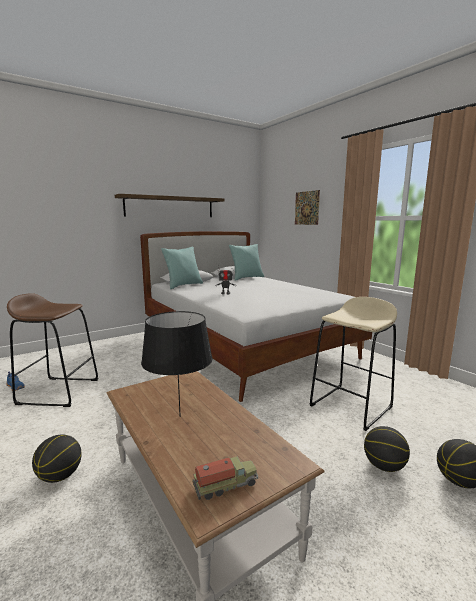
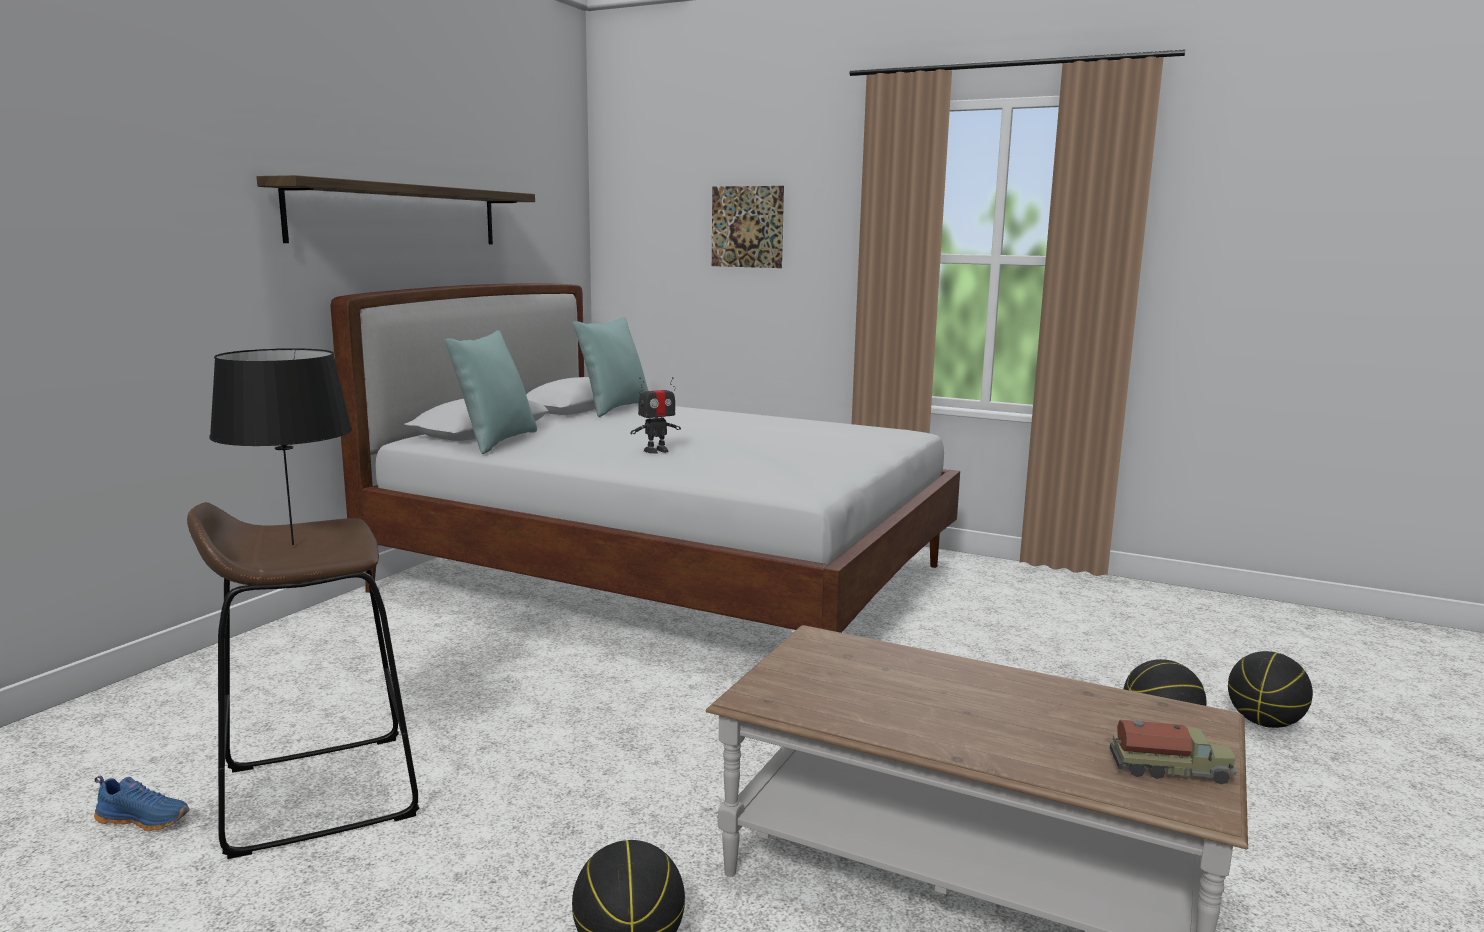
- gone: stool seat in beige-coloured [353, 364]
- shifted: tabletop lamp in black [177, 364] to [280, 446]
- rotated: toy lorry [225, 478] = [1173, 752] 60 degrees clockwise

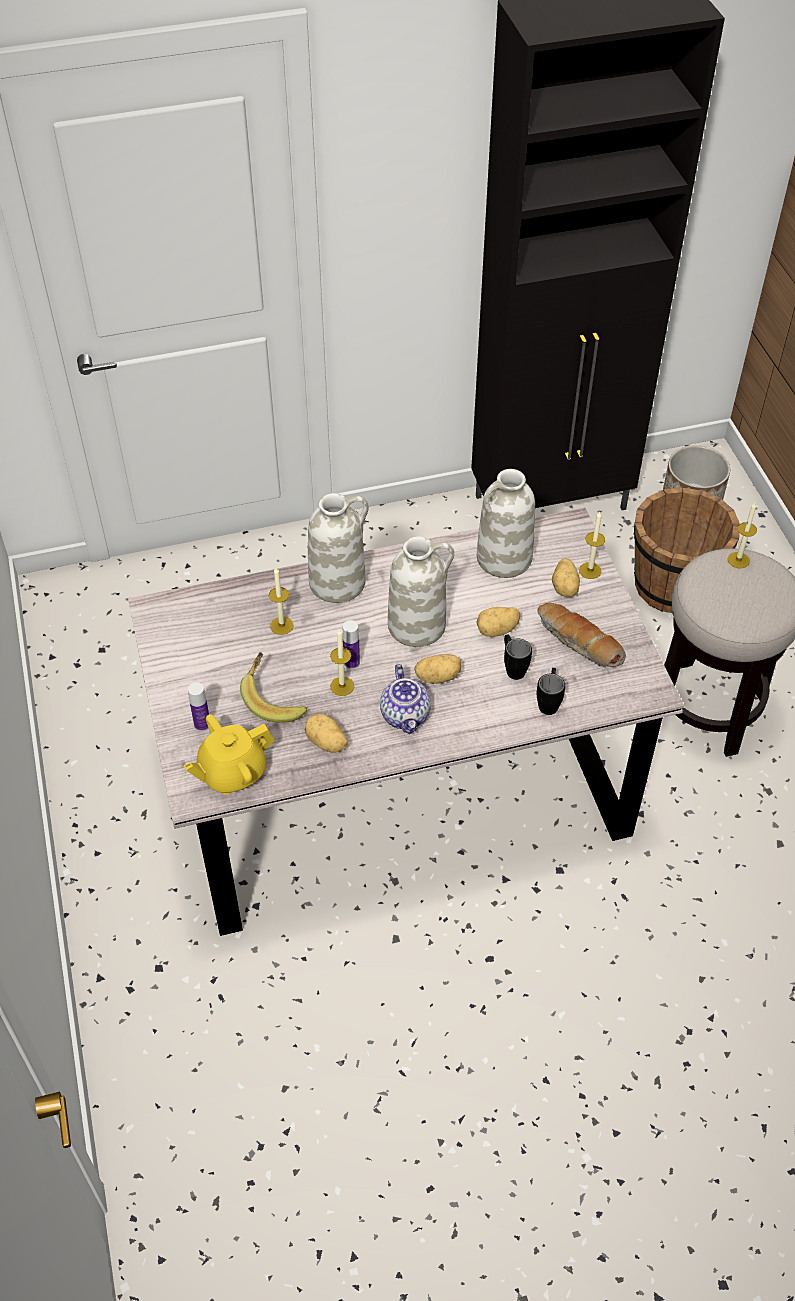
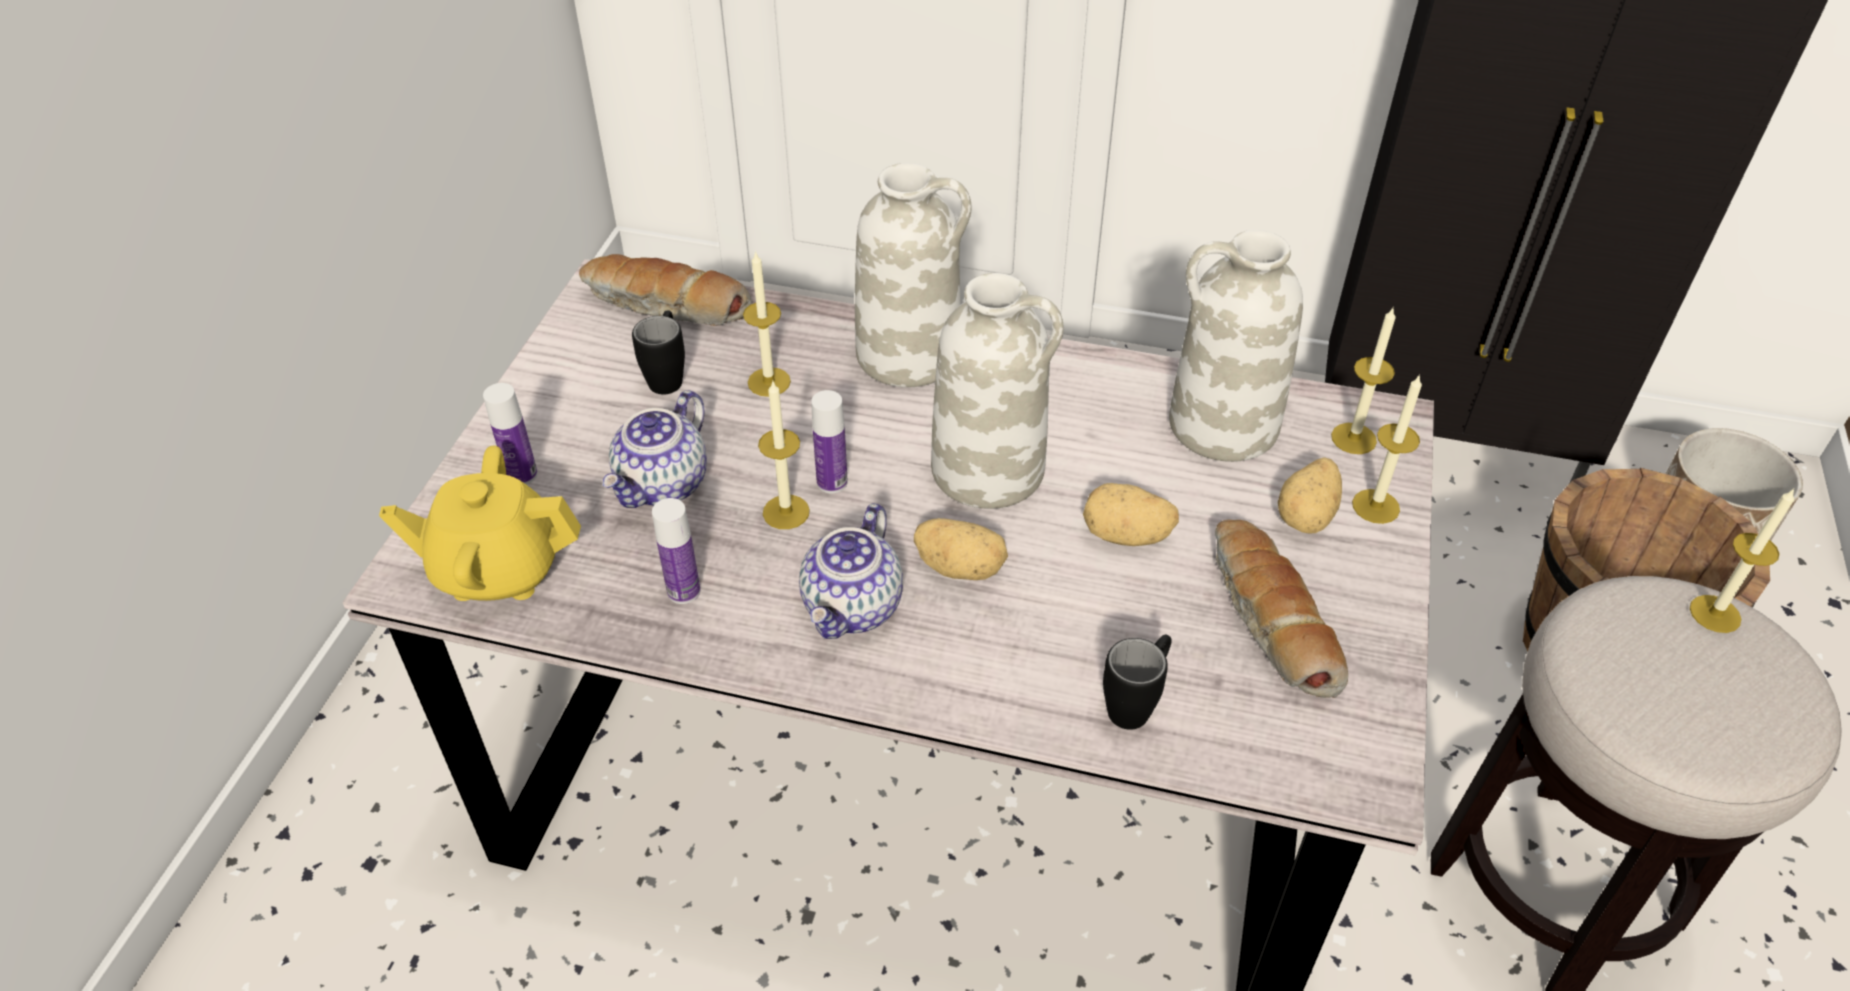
- new: baked bread [665, 290]
- new: candle [1363, 381]
- shifted: mug in black [518, 657] to [658, 352]
- swapped: whole banana [273, 687] to pot for tea [655, 449]
- swapped: potato [326, 733] to bottle [676, 551]

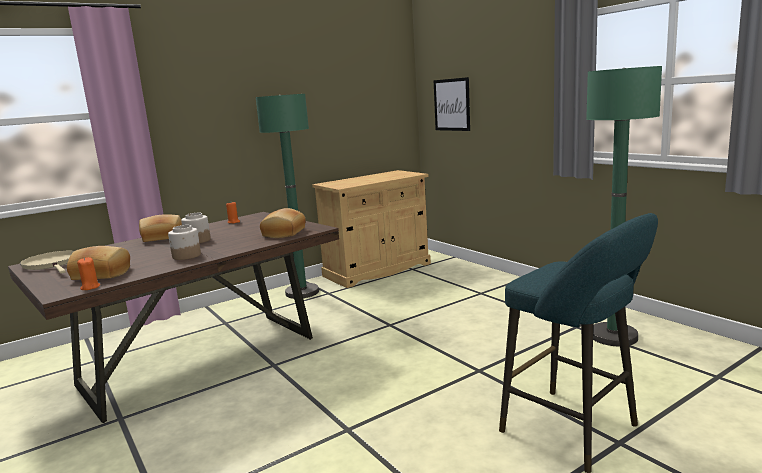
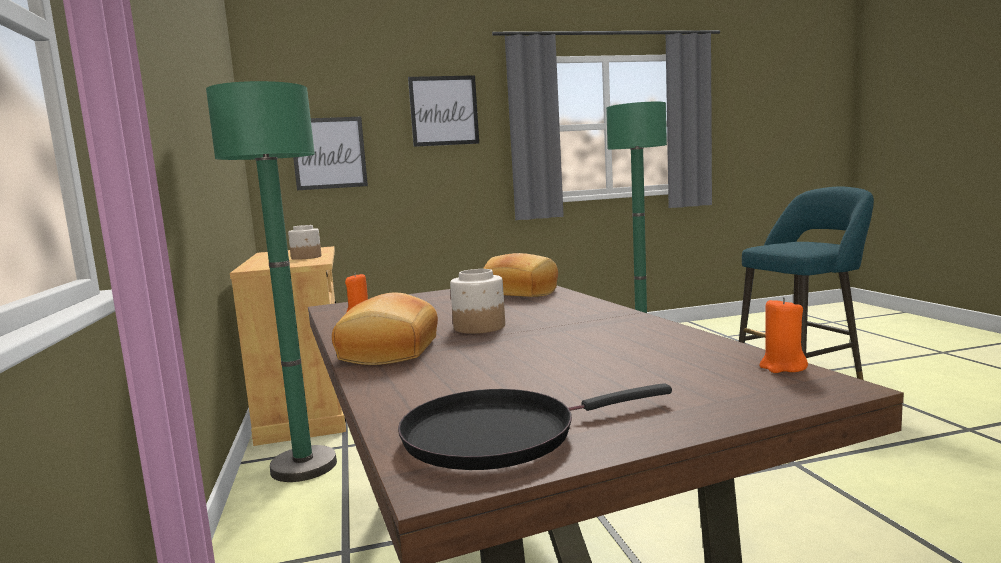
- gone: baked bread [98, 263]
- new: wall art [443, 111]
- shifted: jar [184, 242] to [304, 242]
- repainted: skillet in beige-coloured [47, 262] to skillet in black [535, 426]

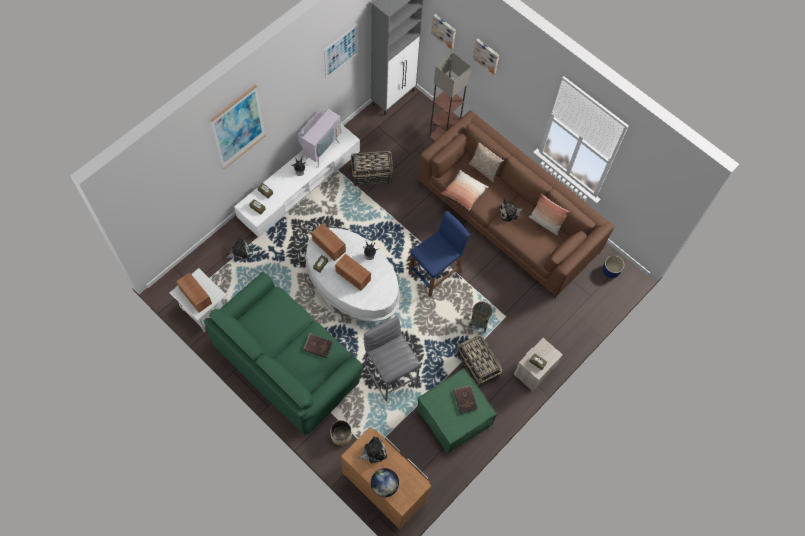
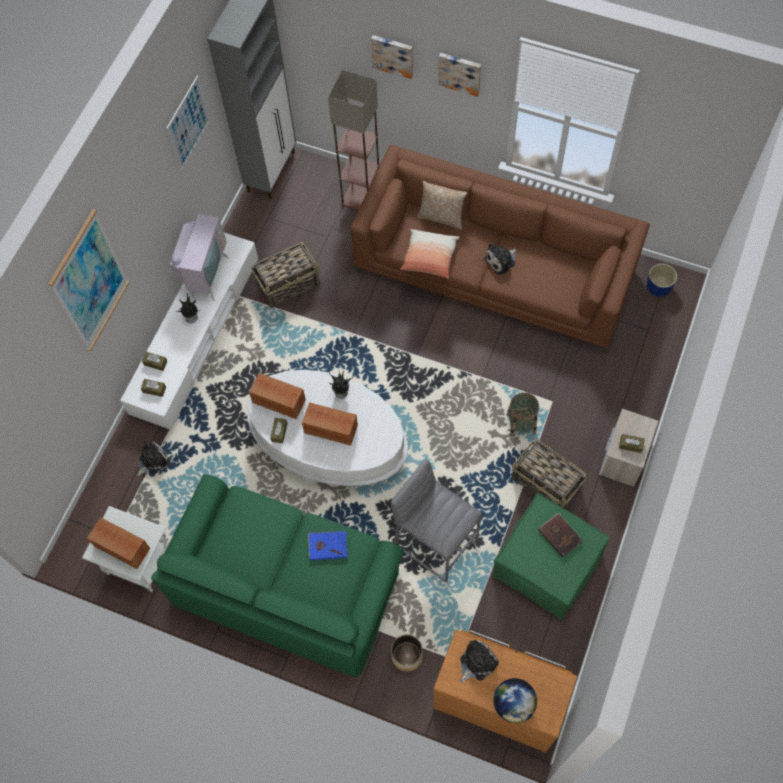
- gone: stool seat in bluish [439, 254]
- gone: cushion [549, 214]
- shifted: wall art [443, 31] to [459, 75]
- repainted: volume in brownish [319, 346] to volume in bluish [327, 545]

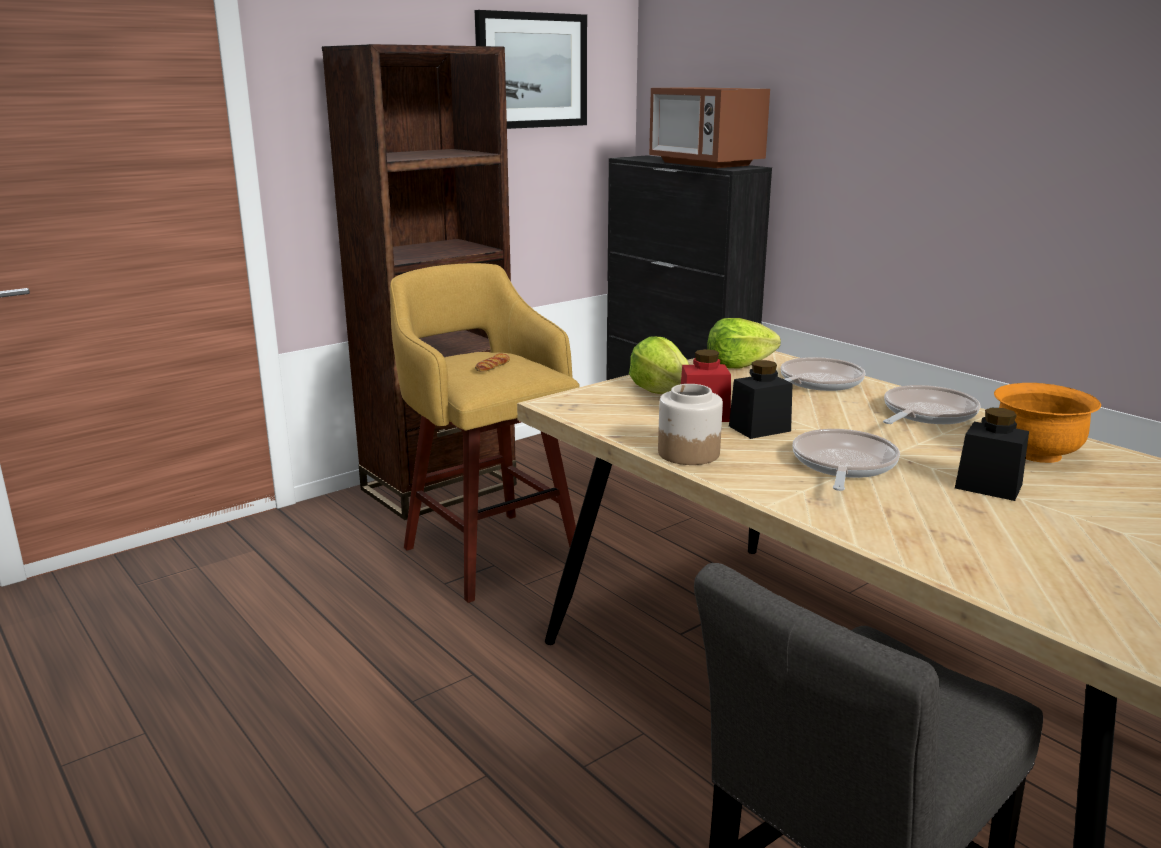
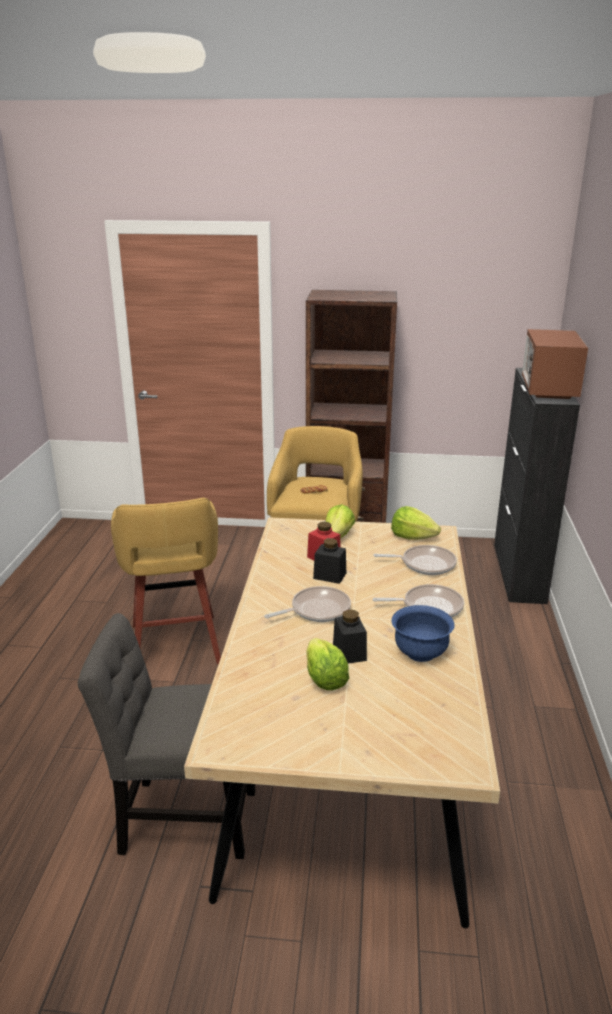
- gone: wall art [531, 69]
- gone: jar [690, 424]
- new: stool seat in yellow-coloured [166, 581]
- new: head of lettuce [327, 664]
- repainted: deep dish in orangey [1047, 423] to deep dish in bluish [423, 633]

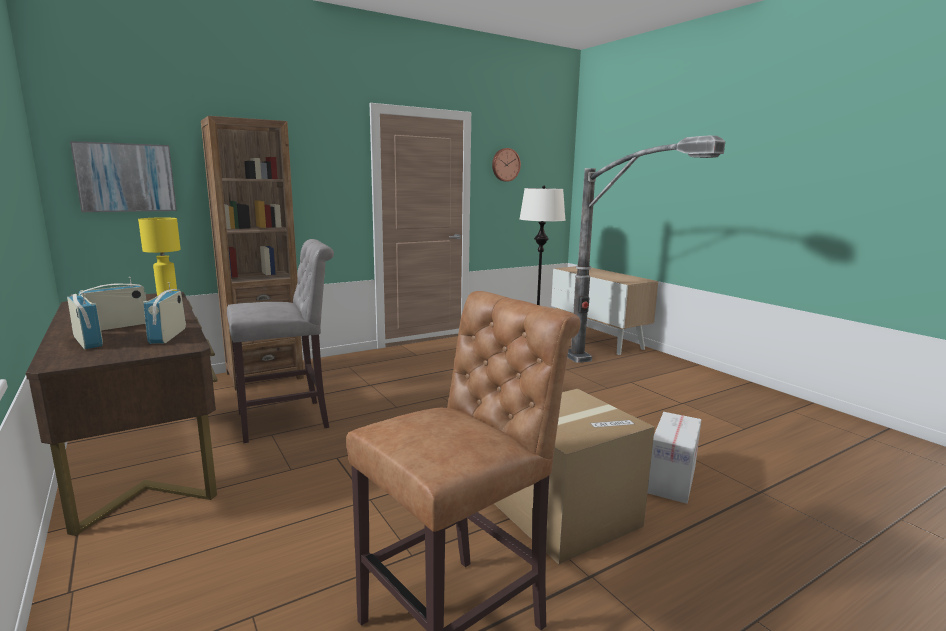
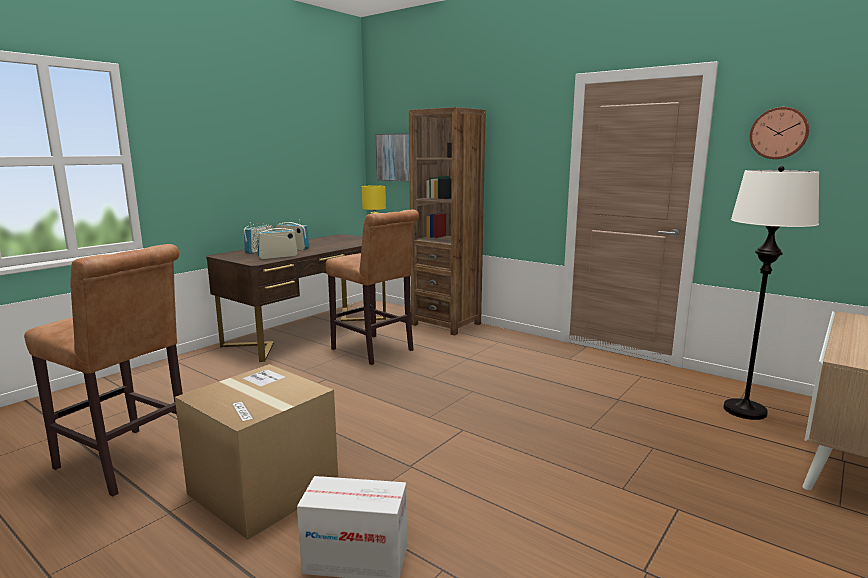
- gone: standard lamp [646, 249]
- repainted: stool seat in greyish [280, 341] to stool seat in brownish [372, 287]

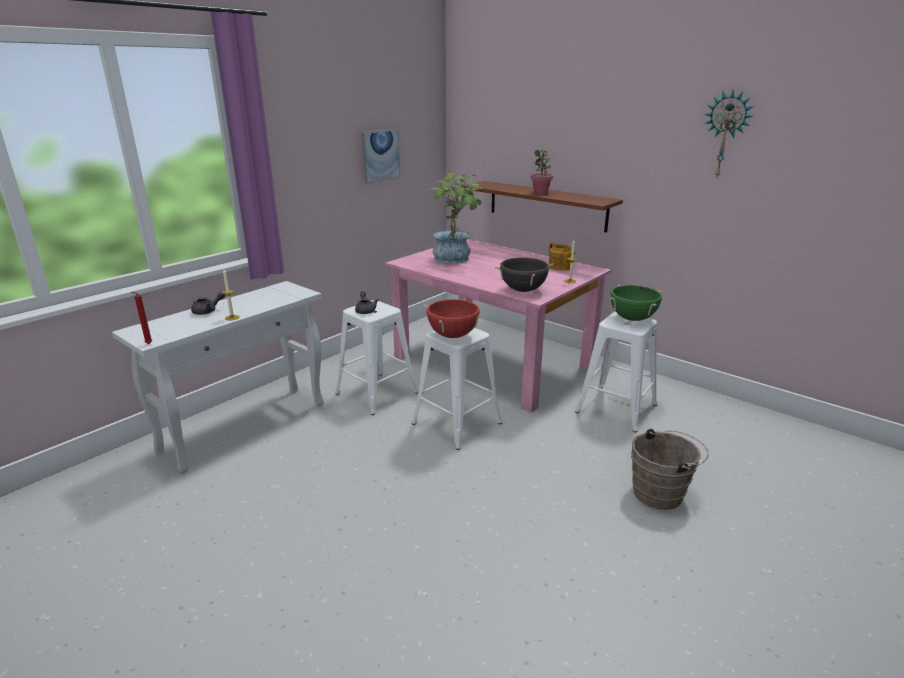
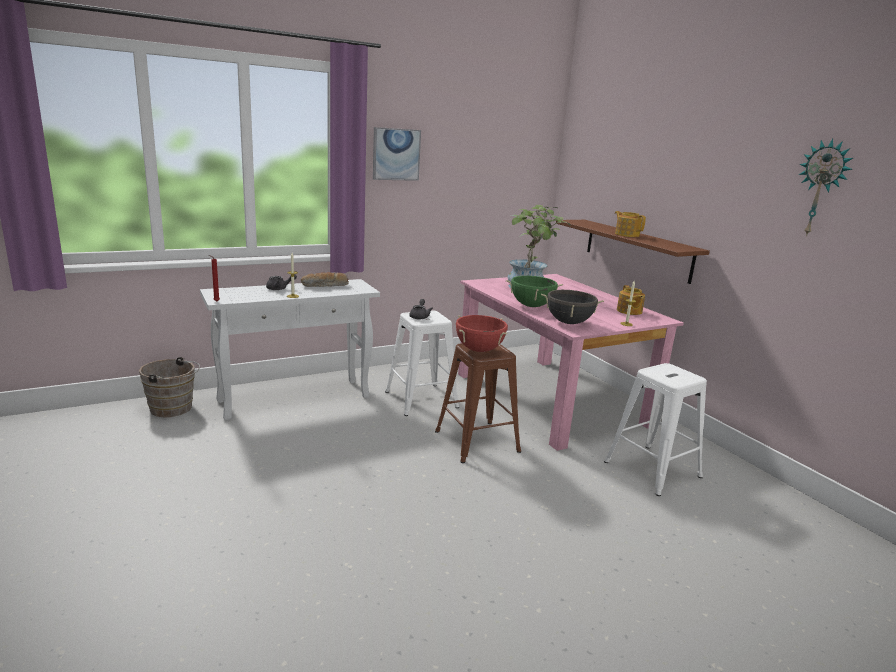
- new: baked bread [325, 279]
- shifted: wall art [380, 156] to [397, 154]
- shifted: saucepot in green [635, 303] to [534, 291]
- shifted: water bucket in brownish [670, 469] to [169, 387]
- swapped: potted plant [542, 172] to pot for tea [630, 224]
- repainted: stool seat in white [457, 389] to stool seat in brownish [478, 403]

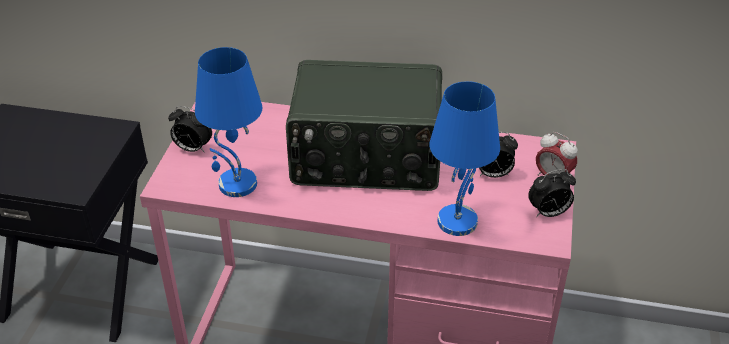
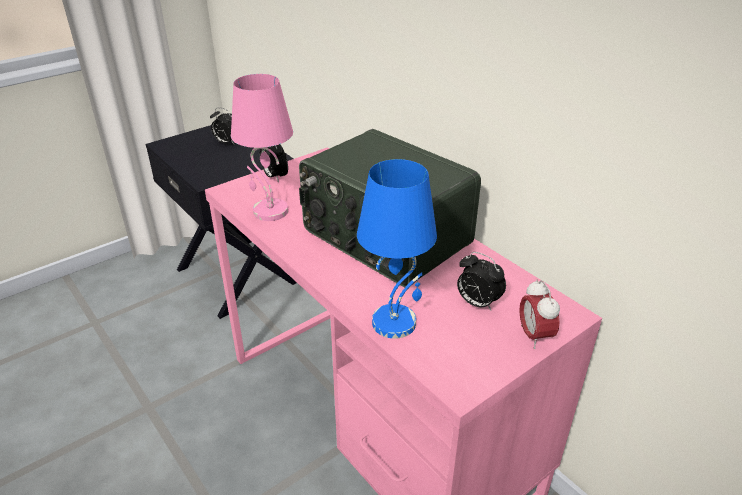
- shifted: alarm clock [552, 193] to [222, 125]
- repainted: tabletop lamp in bluish [228, 122] to tabletop lamp in pinkish [262, 147]

